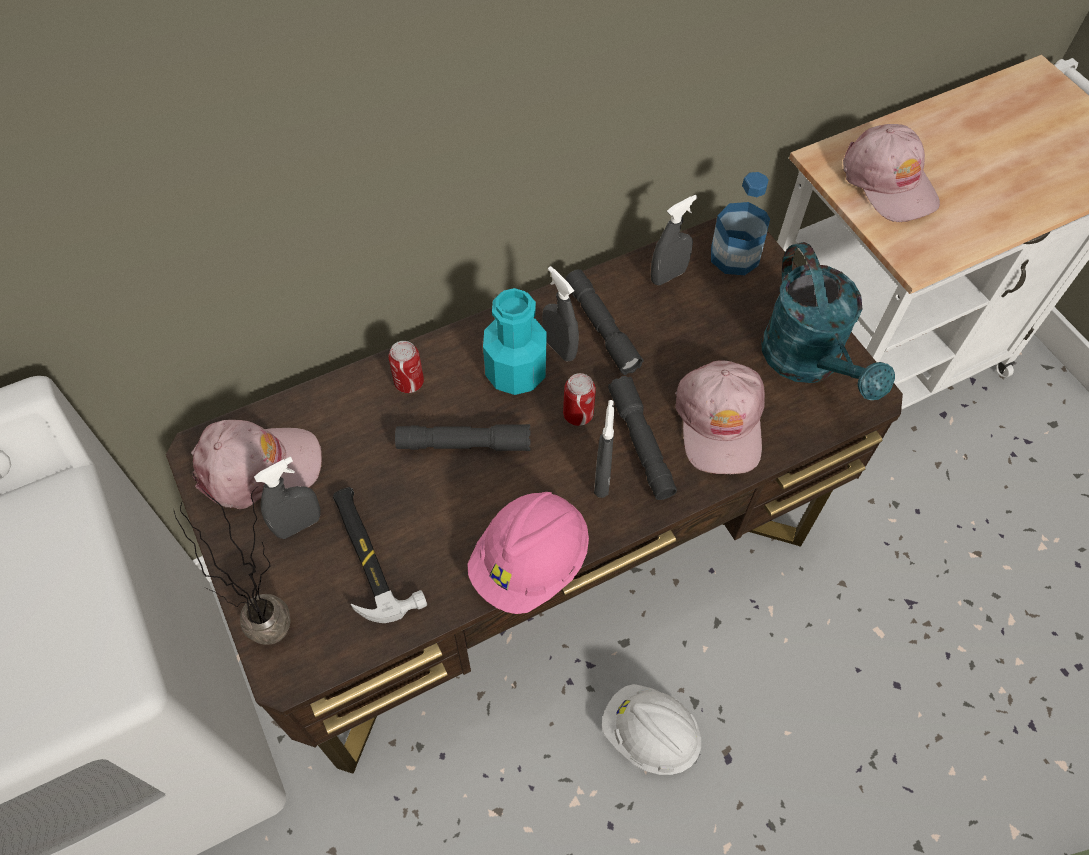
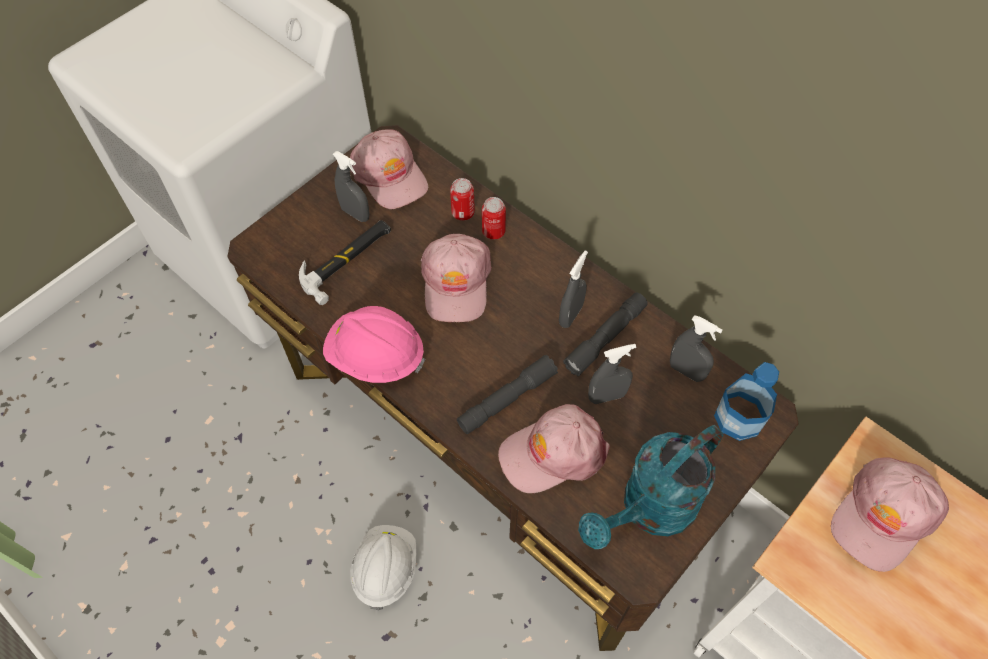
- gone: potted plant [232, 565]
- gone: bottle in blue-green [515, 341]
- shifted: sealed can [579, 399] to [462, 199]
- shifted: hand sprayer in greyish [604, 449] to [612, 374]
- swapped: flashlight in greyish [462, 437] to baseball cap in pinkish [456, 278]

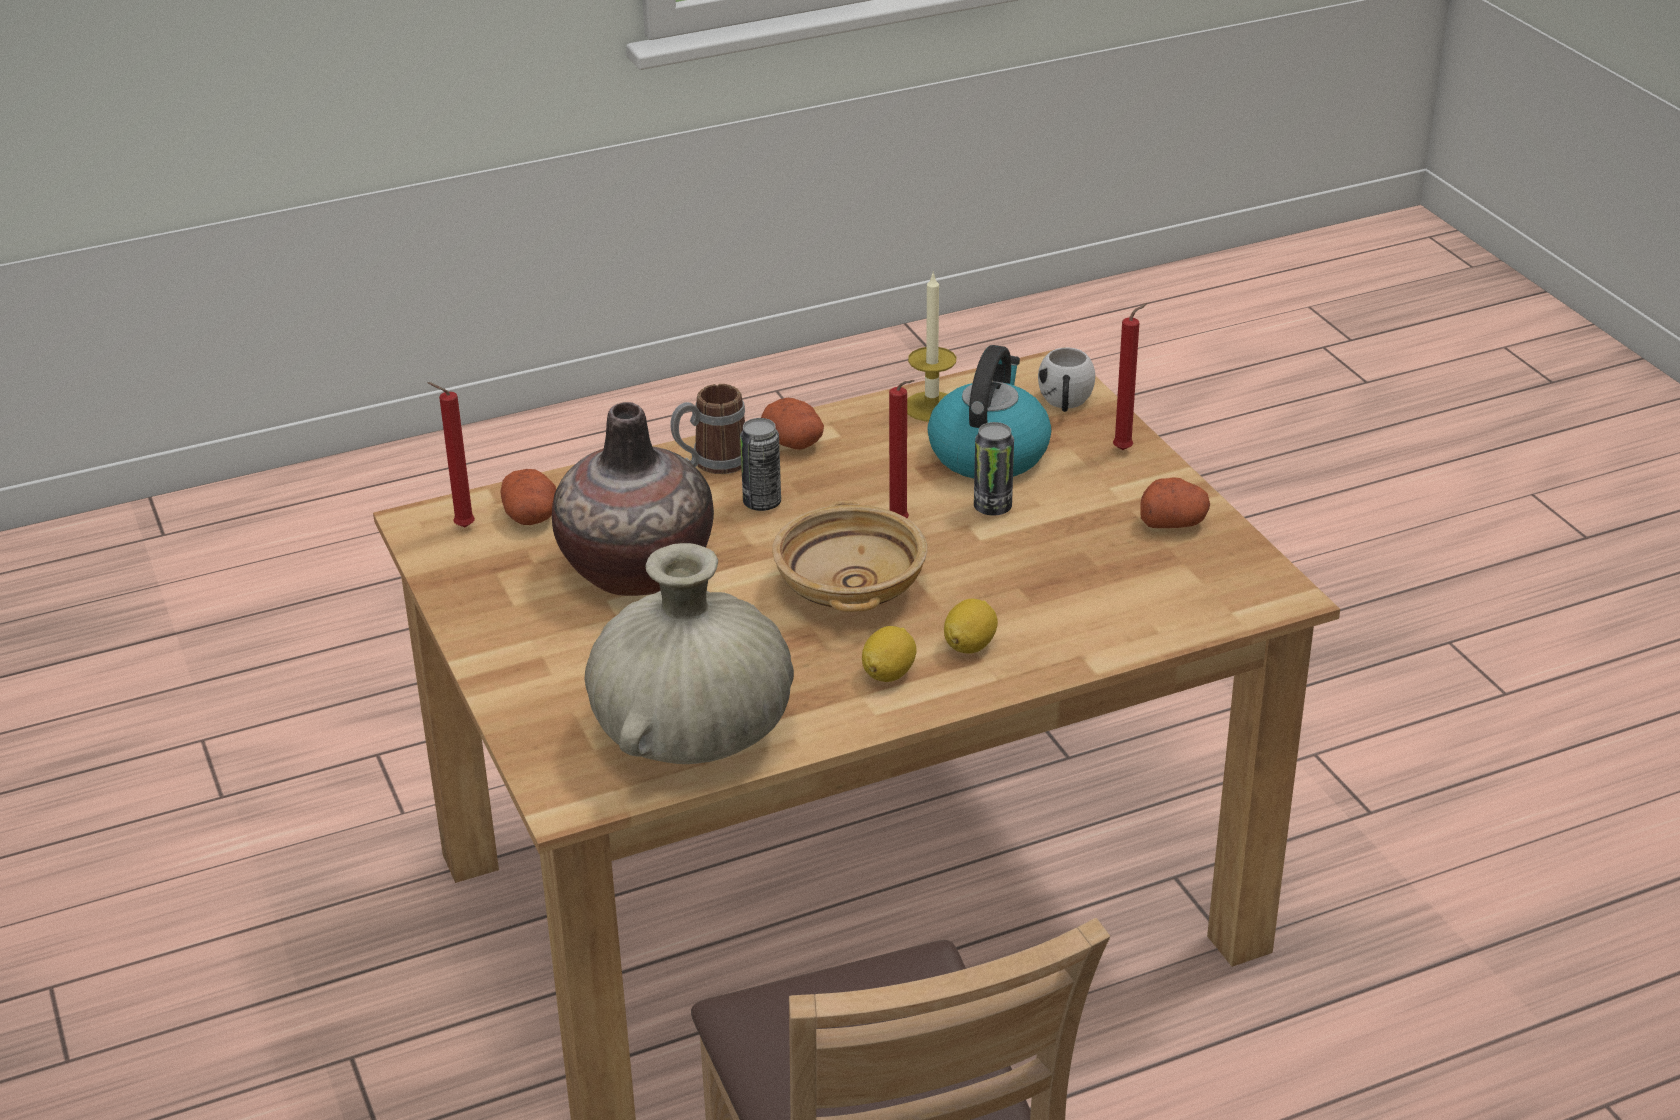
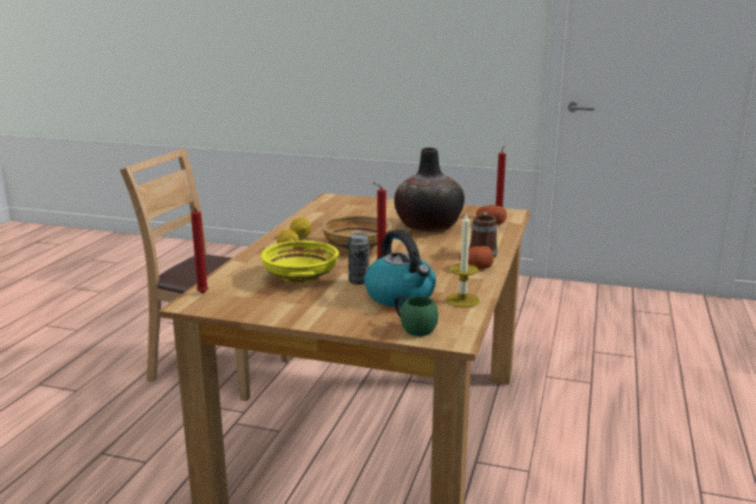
- gone: flower vase in beige-coloured [689, 653]
- gone: sealed can [760, 464]
- gone: potato [1175, 502]
- new: deep dish in yellow-coloured [299, 262]
- shifted: candle in red-coloured [1130, 376] to [199, 250]
- repainted: mug in white [1066, 379] to mug in green [416, 316]

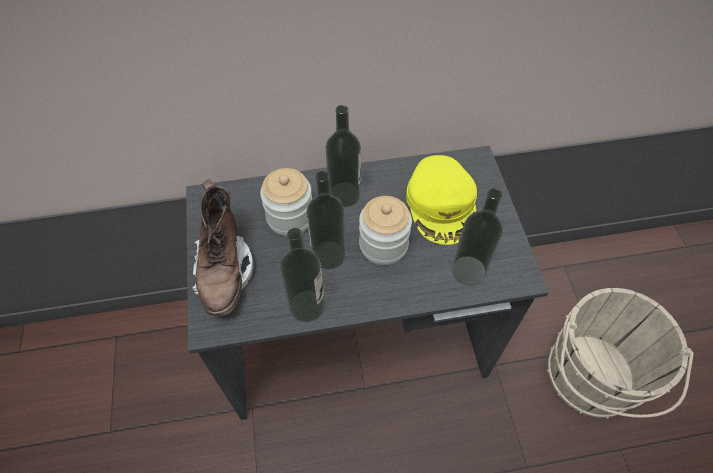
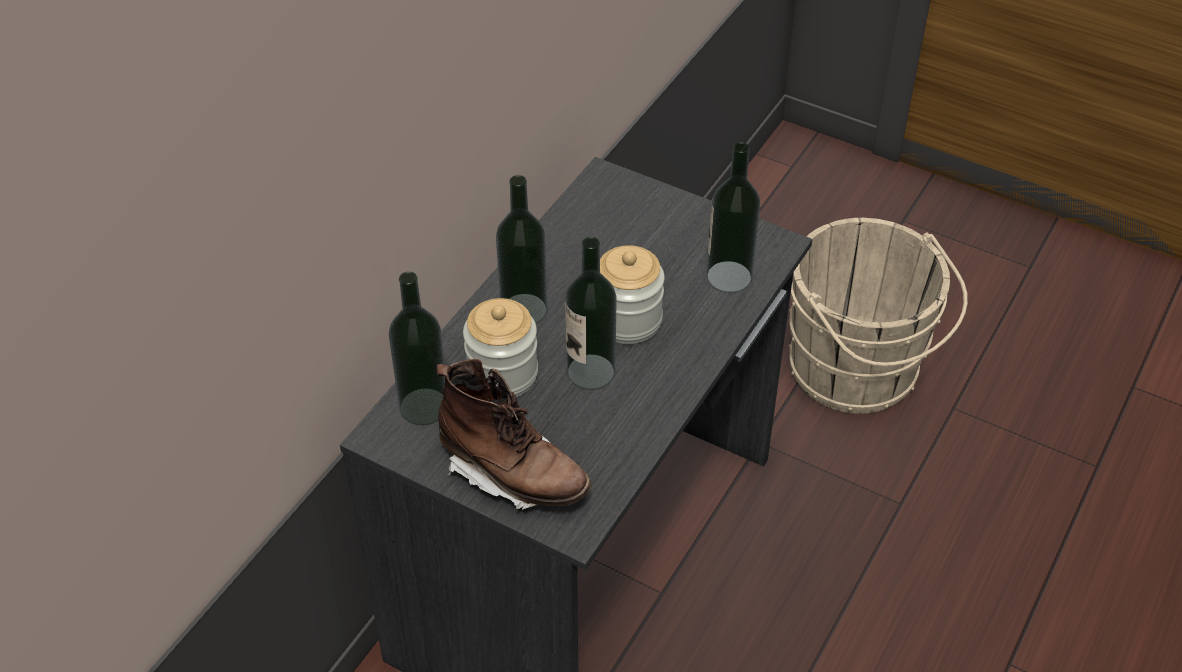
- gone: baseball cap in yellow-coloured [441, 200]
- shifted: bottle [302, 275] to [417, 348]

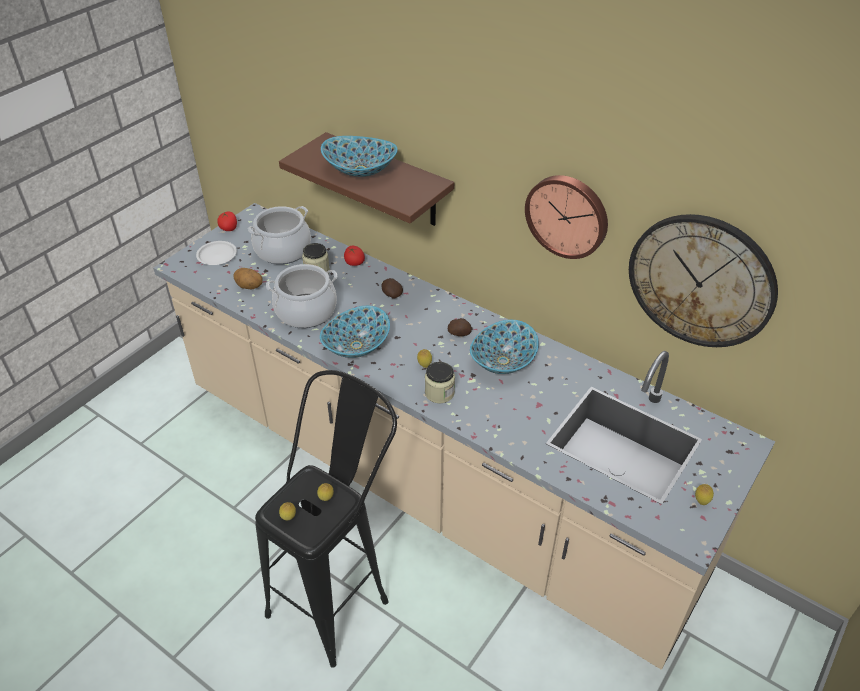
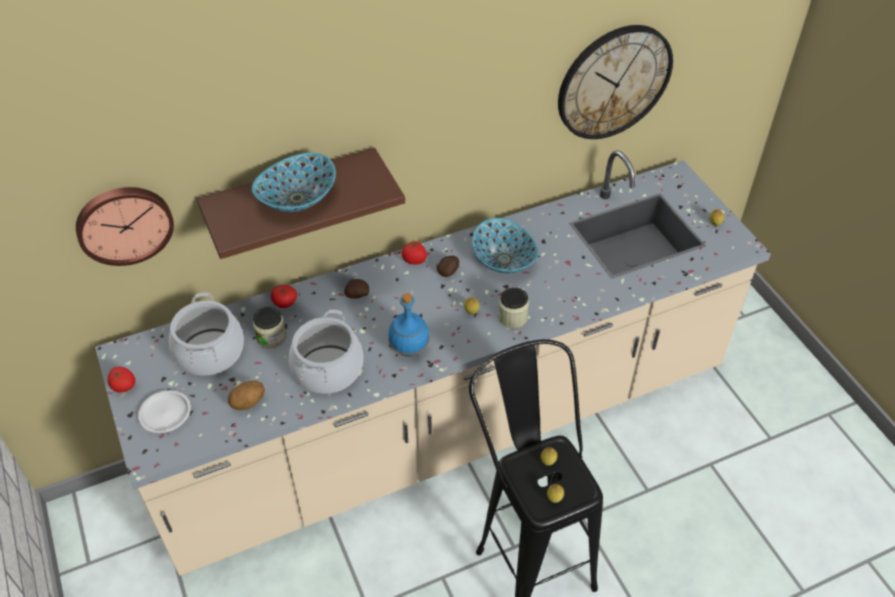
- new: whole tomato [413, 253]
- shifted: wall clock [566, 217] to [125, 226]
- swapped: deep dish [355, 332] to bottle in bluish [409, 325]

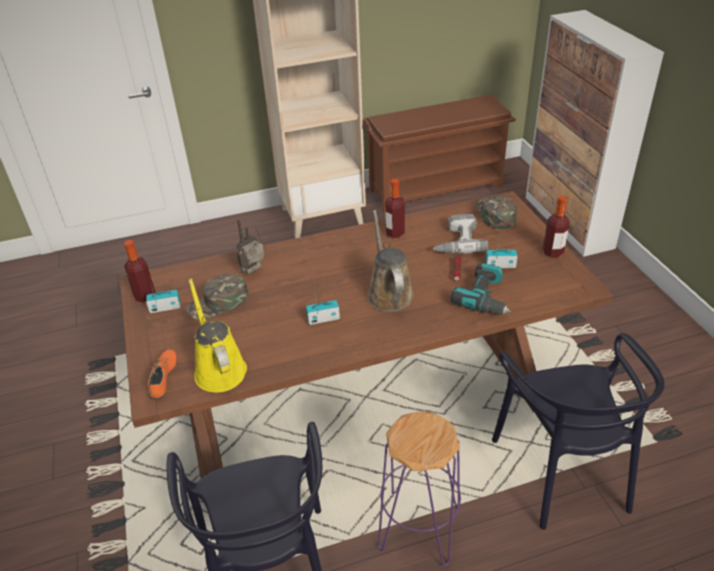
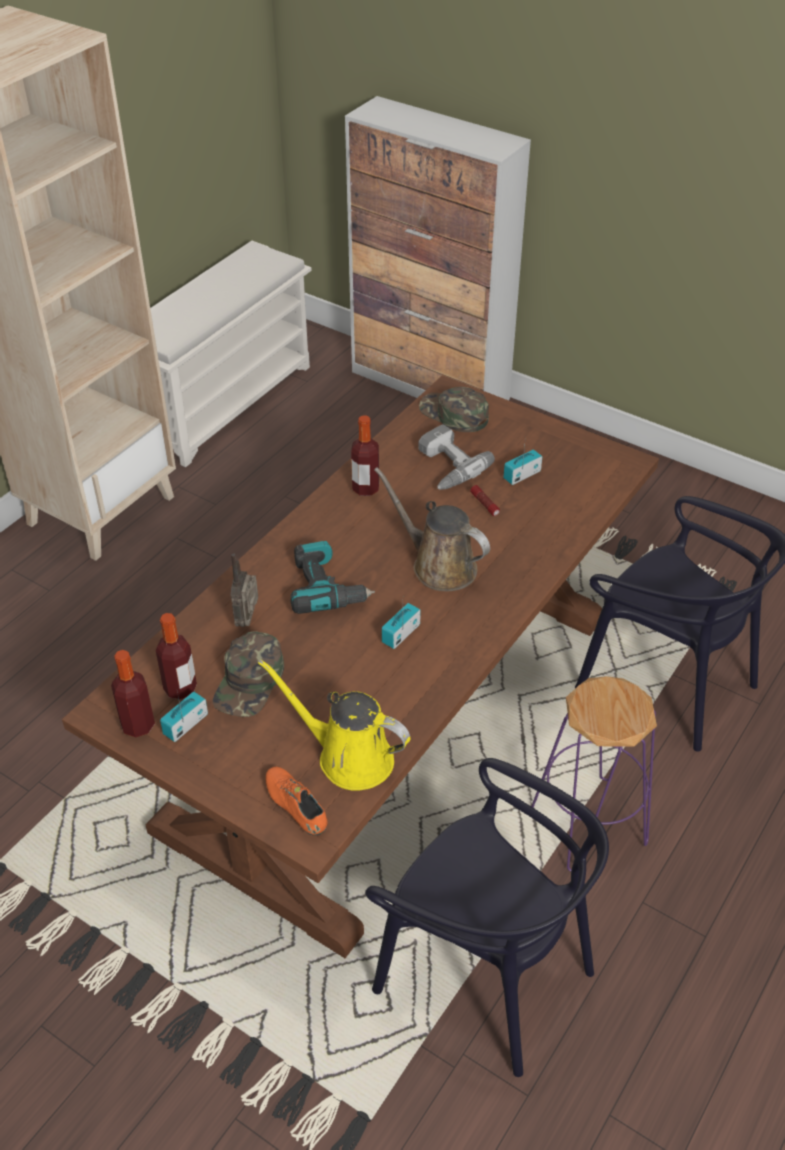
- shifted: electric drill [480, 288] to [333, 577]
- shifted: bottle [556, 227] to [176, 656]
- repainted: shoe stand in brownish [439, 153] to shoe stand in white [231, 354]

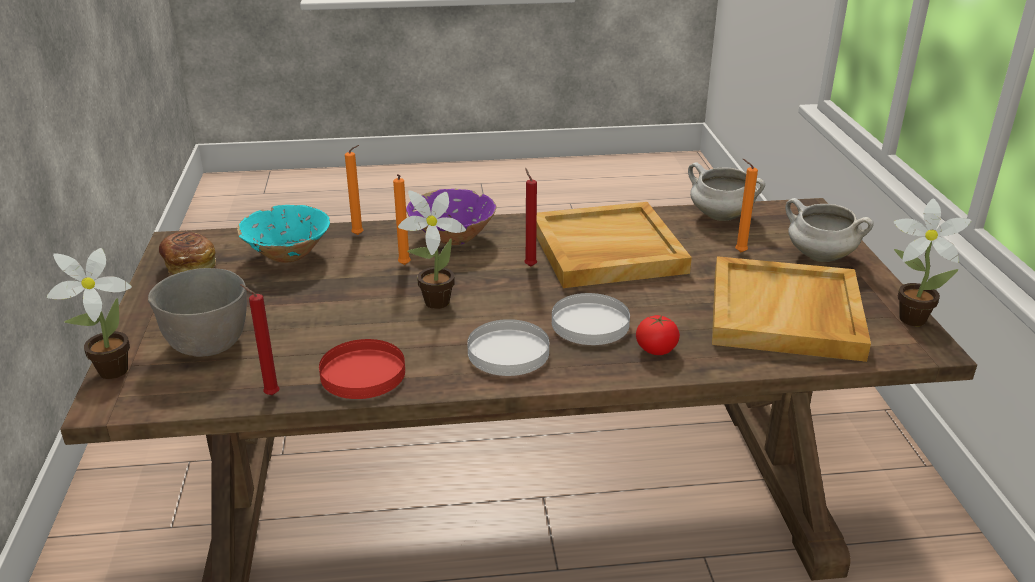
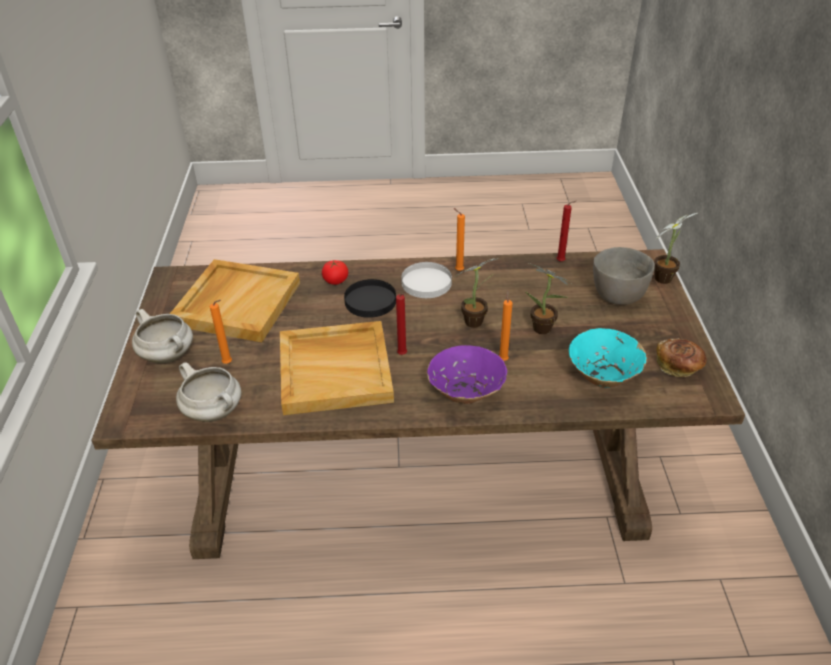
- gone: dinner plate in red-coloured [362, 369]
- shifted: candle in orangey [354, 190] to [459, 239]
- shifted: potted plant [933, 262] to [548, 298]
- repainted: dinner plate in white [591, 319] to dinner plate in black [370, 298]

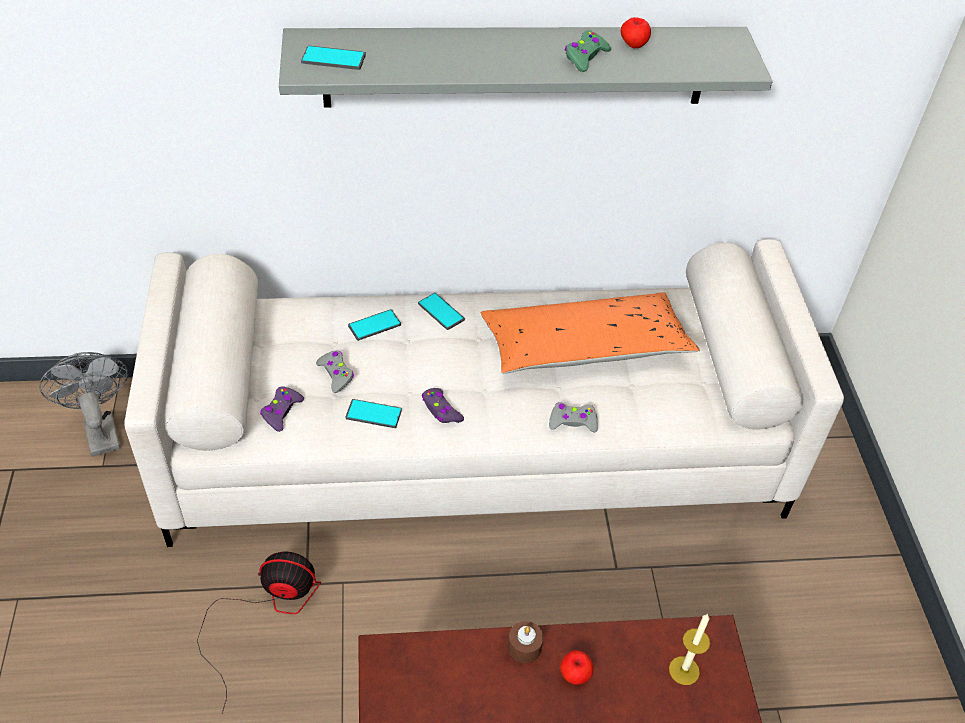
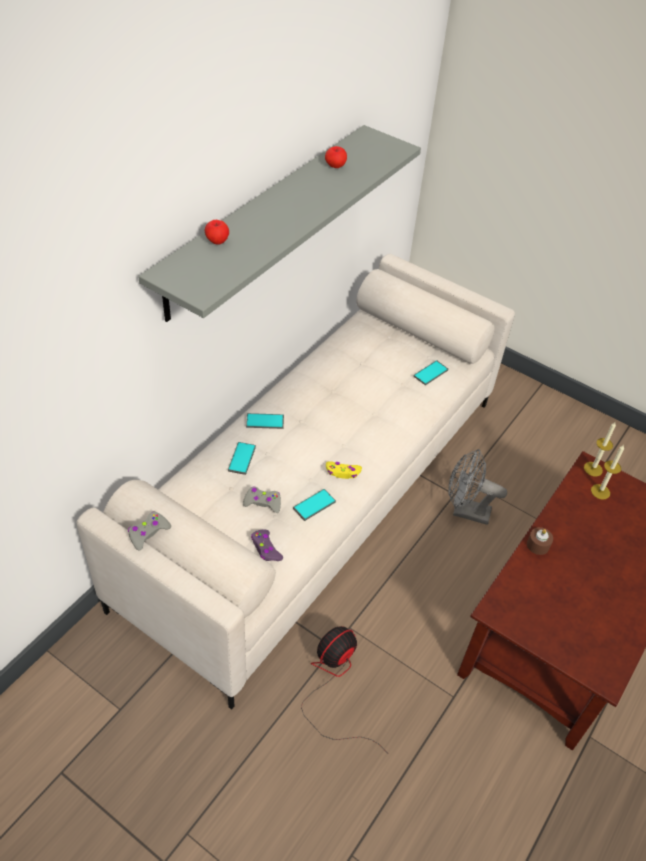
- gone: cushion in orangey [590, 333]
- gone: gamepad in green [588, 51]
- new: candle [600, 449]
- shifted: cooling fan in greyish [83, 404] to [478, 487]
- shifted: phone [333, 58] to [431, 372]
- shifted: gamepad in greyish [573, 417] to [149, 531]
- shifted: apple fruit [577, 667] to [217, 232]
- repainted: gamepad in purplish [443, 405] to gamepad in yellow-coloured [344, 470]

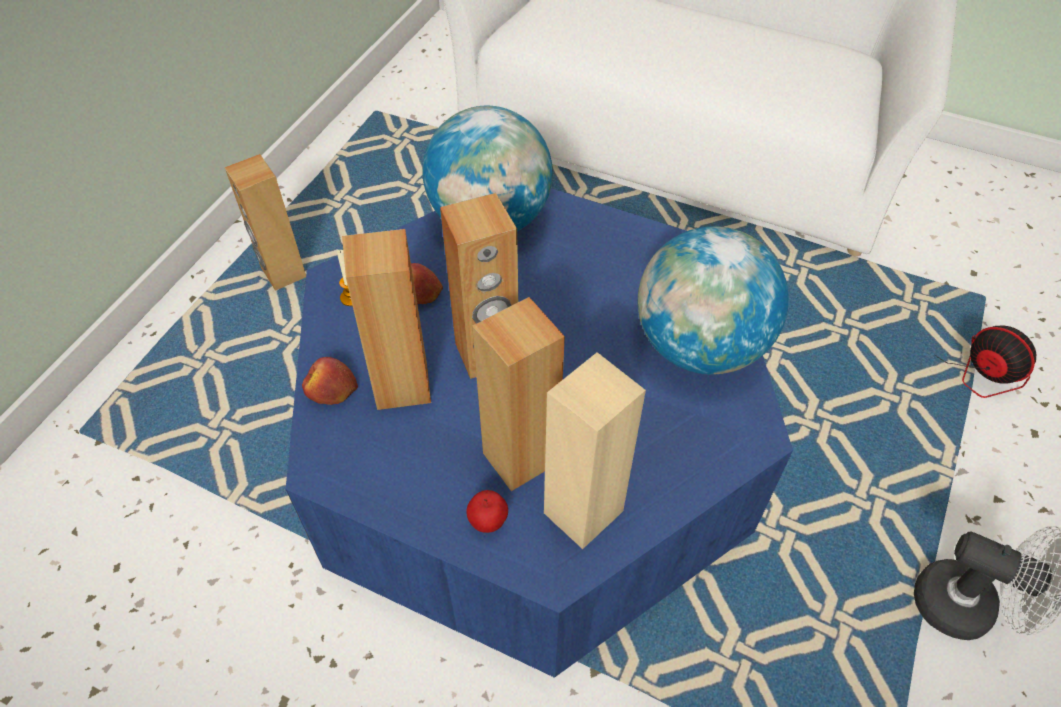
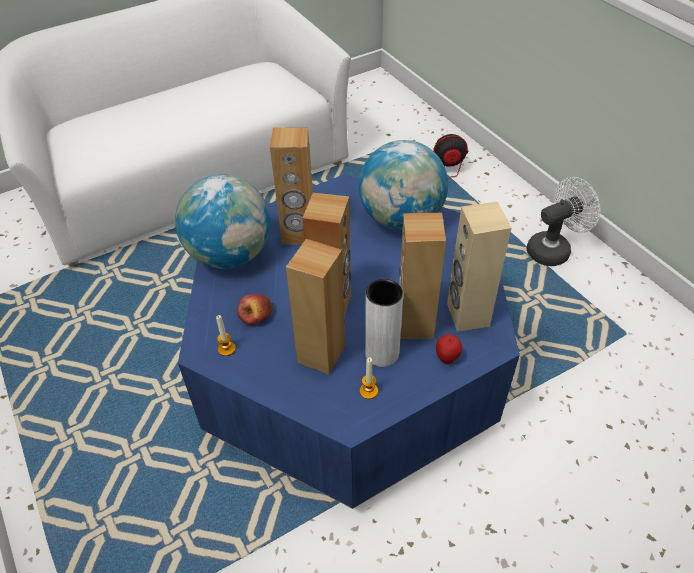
- gone: apple fruit [330, 381]
- new: candle [369, 378]
- new: flower vase in white [384, 323]
- shifted: speaker in brownish [265, 222] to [291, 186]

